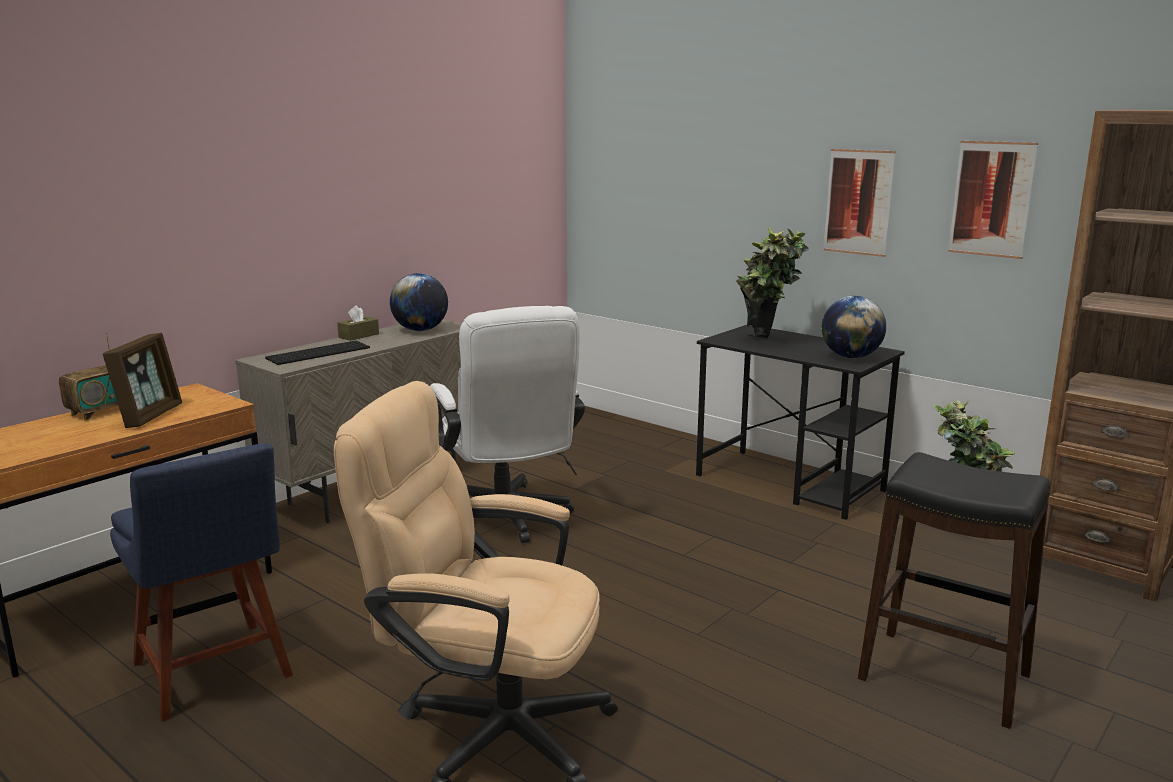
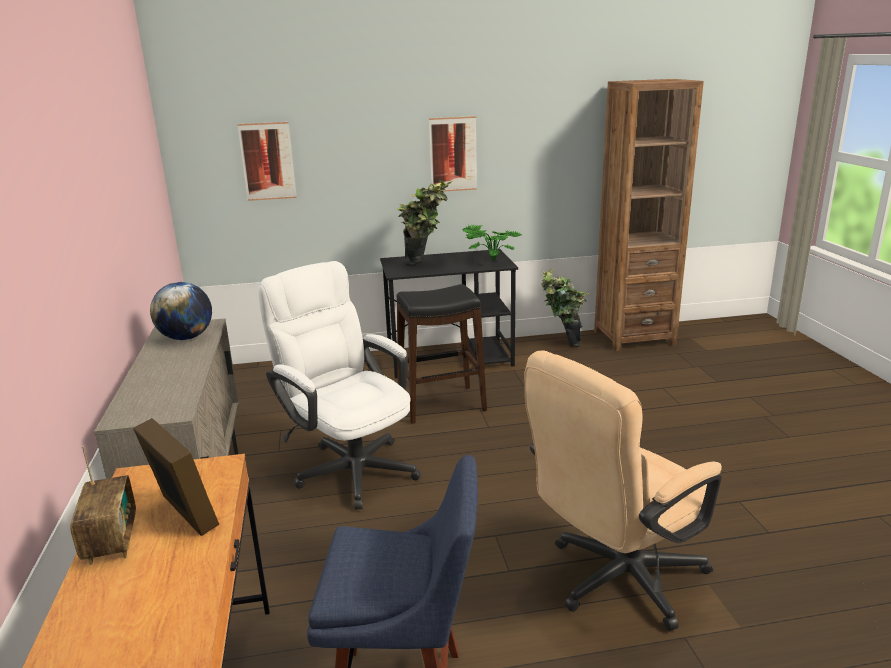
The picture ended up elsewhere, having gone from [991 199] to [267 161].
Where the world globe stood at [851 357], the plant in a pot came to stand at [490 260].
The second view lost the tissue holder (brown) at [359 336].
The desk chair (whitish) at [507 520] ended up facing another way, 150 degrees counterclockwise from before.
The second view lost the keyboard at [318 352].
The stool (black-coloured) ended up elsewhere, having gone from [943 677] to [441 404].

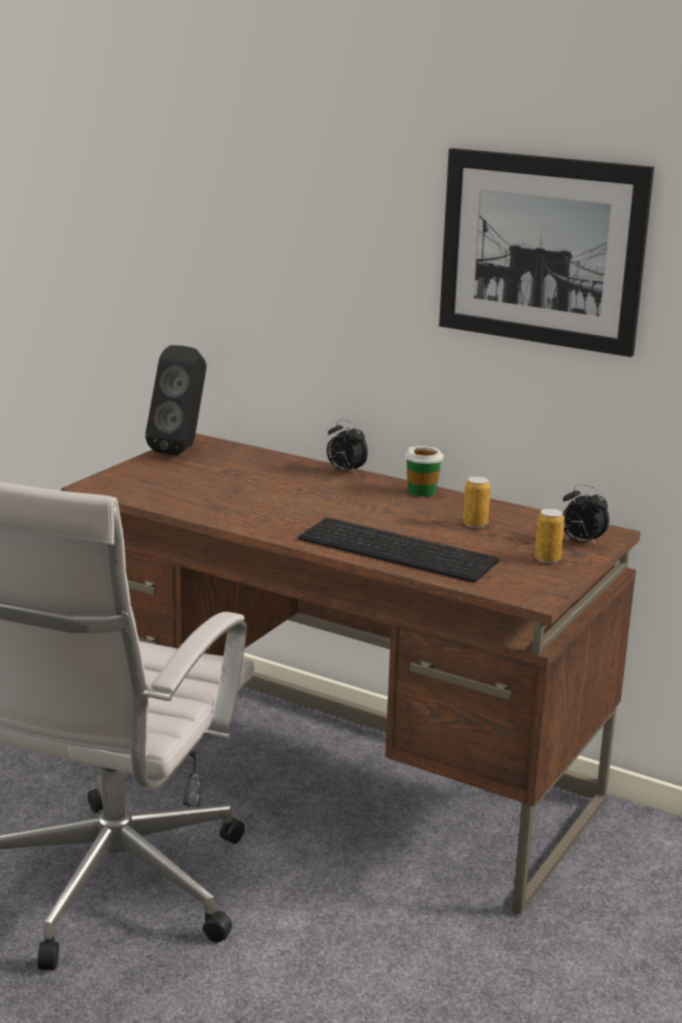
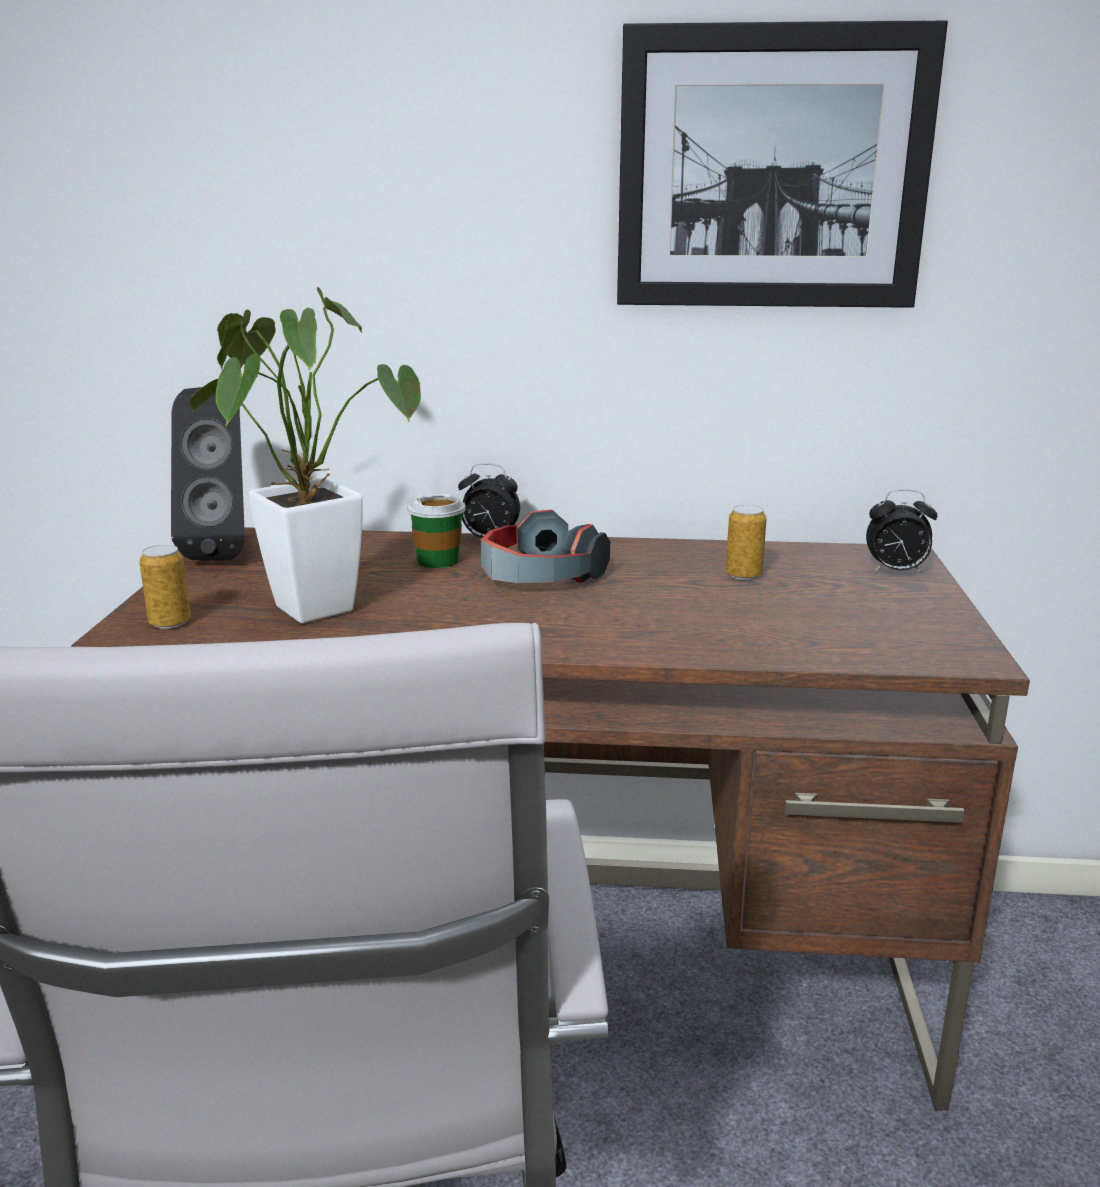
The drinking cup ended up elsewhere, having gone from [422 491] to [438 561].
The sealed can ended up elsewhere, having gone from [547 559] to [170 622].
The second view lost the keyboard at [400 549].
The second view gained the plant in a pot at [307 603].
The second view gained the headphones at [538 576].

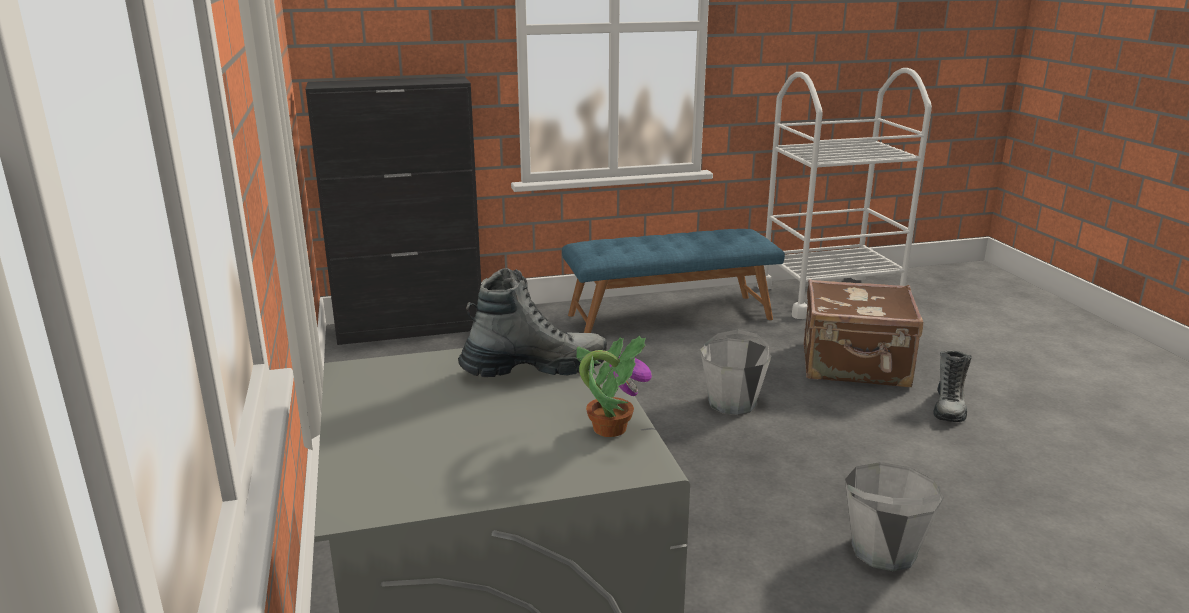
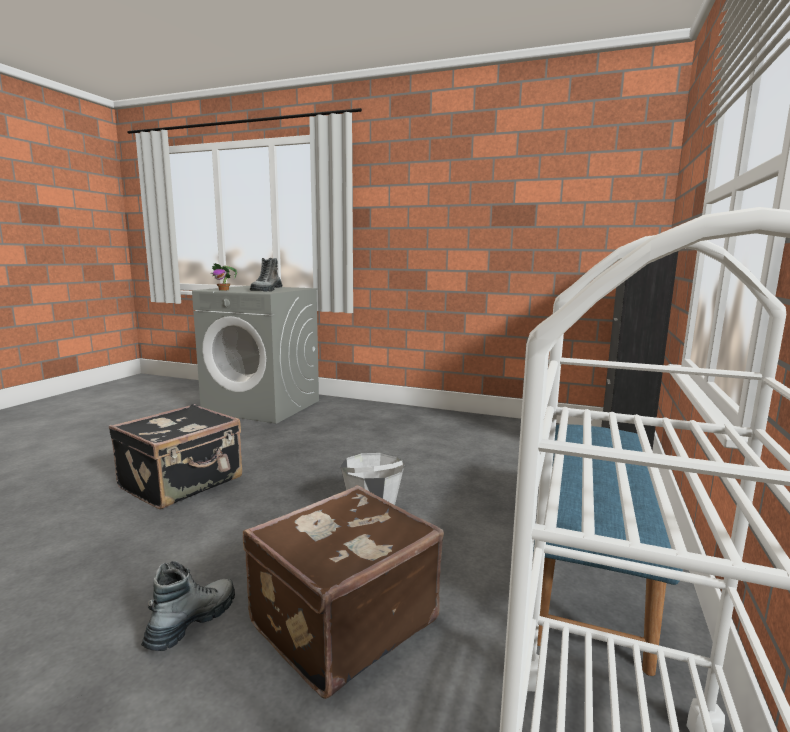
The boot at [949 407] ended up facing another way, 60 degrees clockwise from before.
Where the bucket (gray) stood at [883 551], the suitcase (black-coloured) came to stand at [183 483].

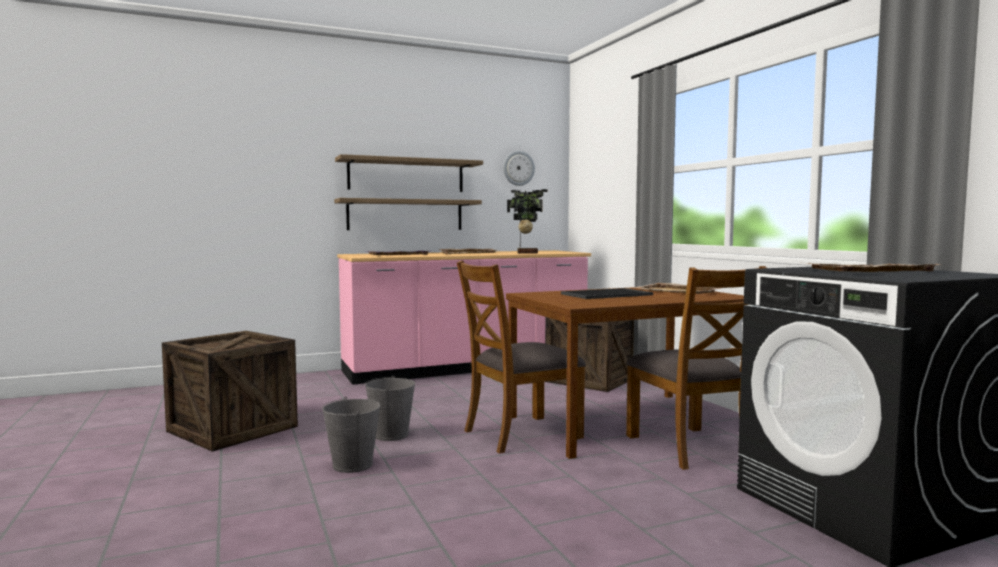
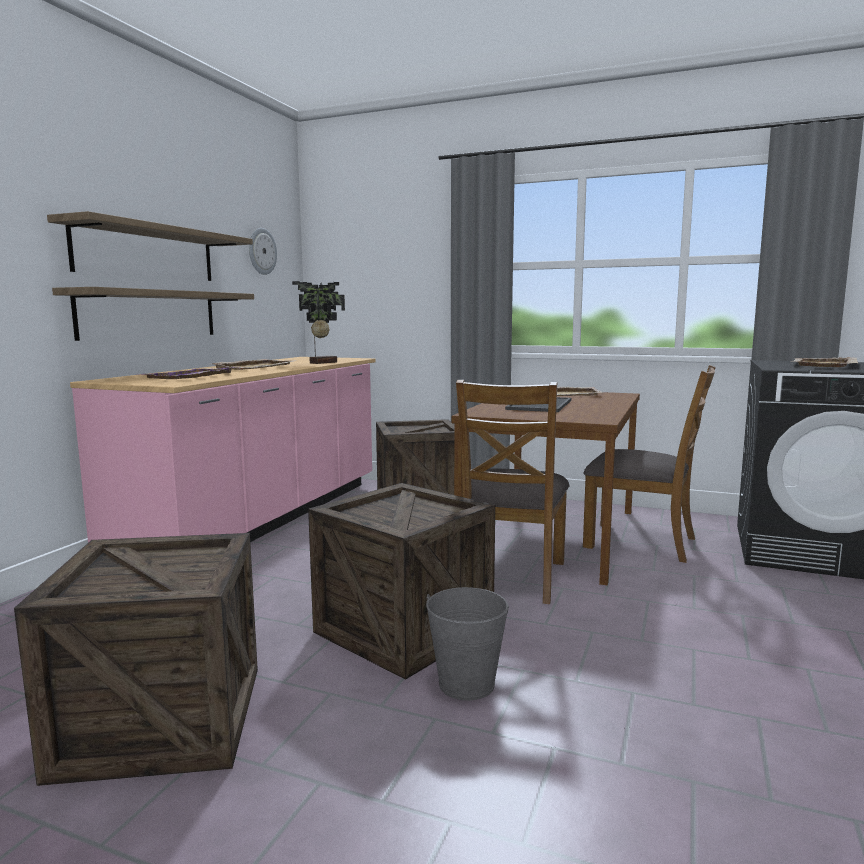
Where the bucket (gray) stood at [391 435], the crate came to stand at [404 629].

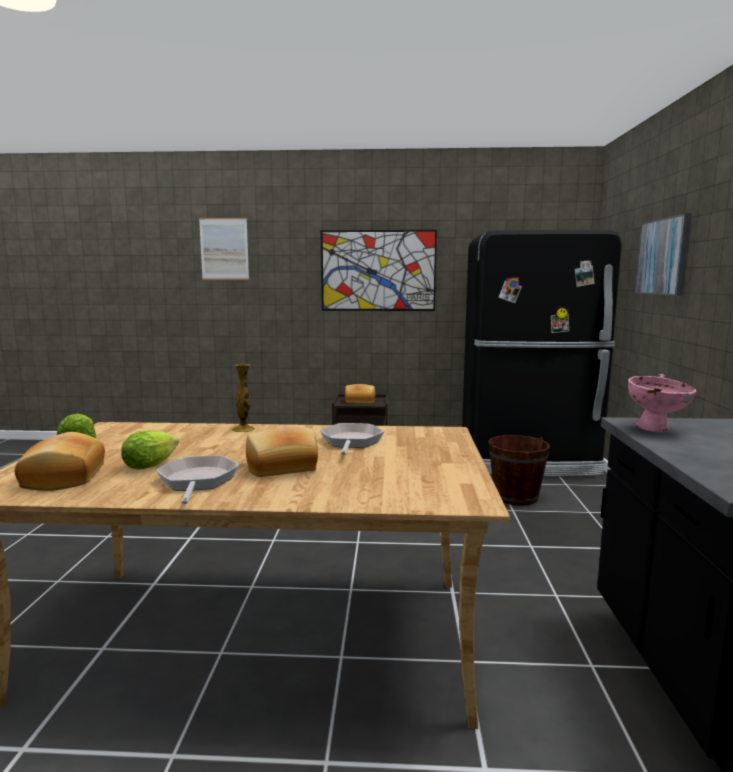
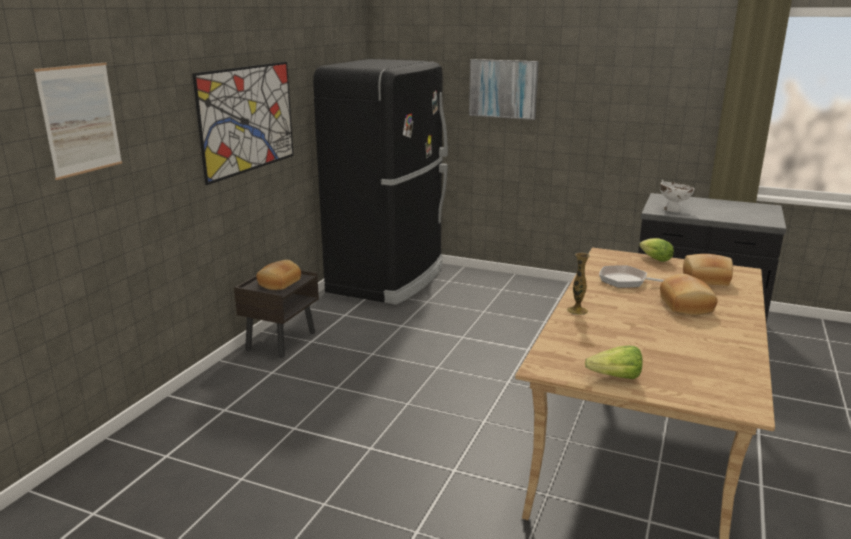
What was the deep dish (pinkish) at [656 429] turned into the deep dish (whitish) at [673 210].
The head of lettuce ended up elsewhere, having gone from [153 465] to [654 259].
The bread ended up elsewhere, having gone from [62 478] to [706 280].
The second view lost the bucket (brown) at [515 497].
The second view lost the skillet at [197 481].

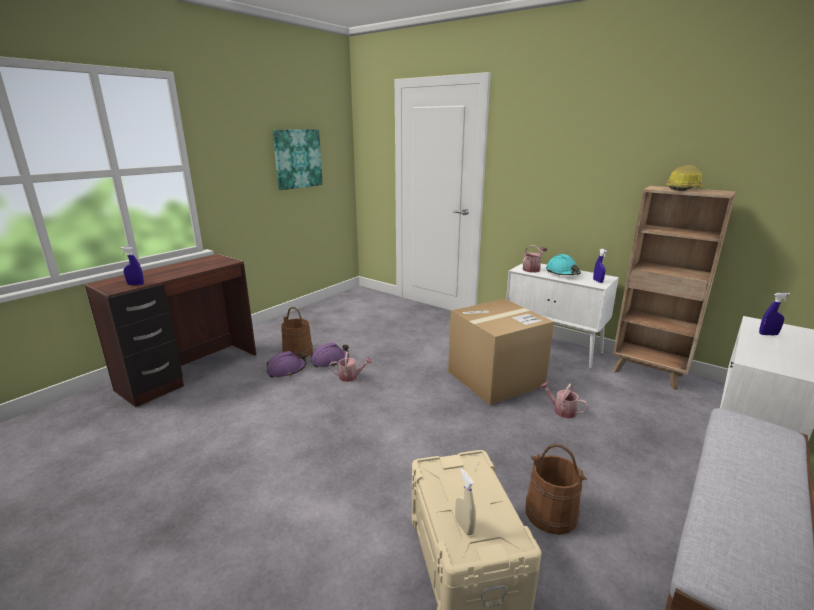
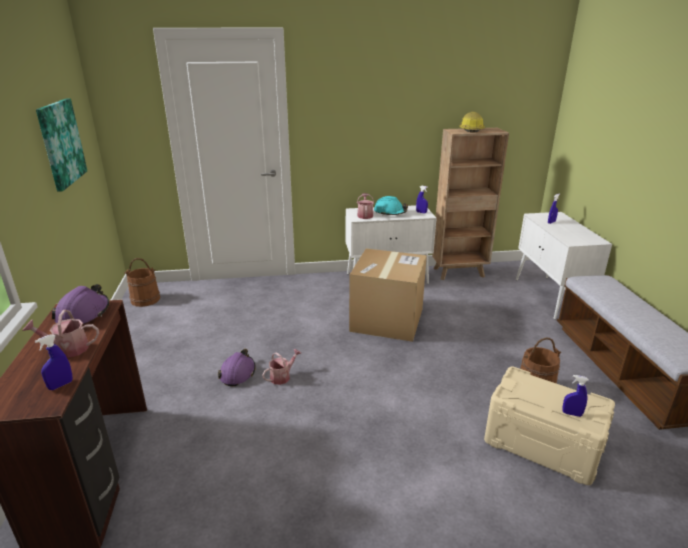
The bucket (brown) ended up elsewhere, having gone from [298 352] to [145 299].
The hard hat (purple) ended up elsewhere, having gone from [286 370] to [83 314].
The watering pot ended up elsewhere, having gone from [561 410] to [67 349].
What was the hand sprayer (beige) at [464 527] turned into the hand sprayer (blue-coloured) at [571 414].

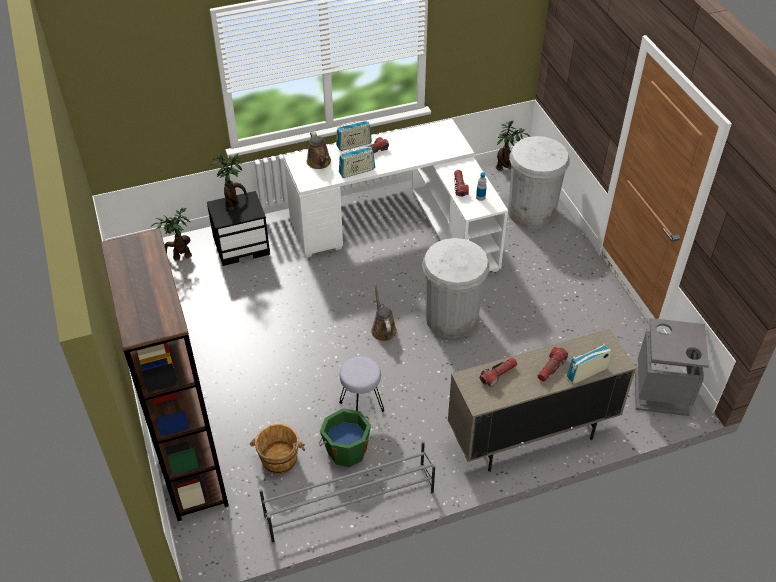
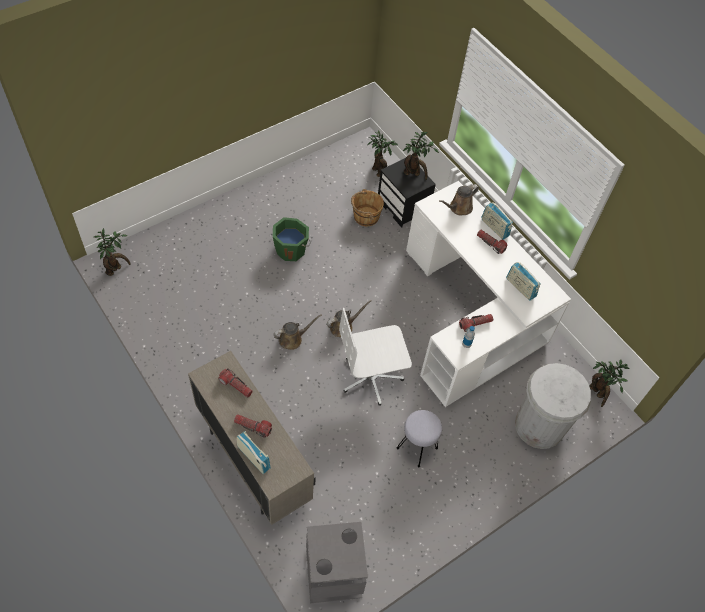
The radio set ended up elsewhere, having gone from [357 171] to [520 287].
The second view lost the shelving unit (brown) at [190 462].
Where the trash can (whitish) stood at [451 318], the desk chair (whitish) came to stand at [371 377].
The stool (gray) ended up elsewhere, having gone from [361 407] to [417 447].
The bucket (green) ended up elsewhere, having gone from [346 450] to [291 249].
The bucket (brown) ended up elsewhere, having gone from [279 460] to [365 216].
The second view lost the shoe stand (gray) at [348 504].
The second view gained the plant in a pot at [116 269].
The second view gained the watering pot (brown) at [293 339].

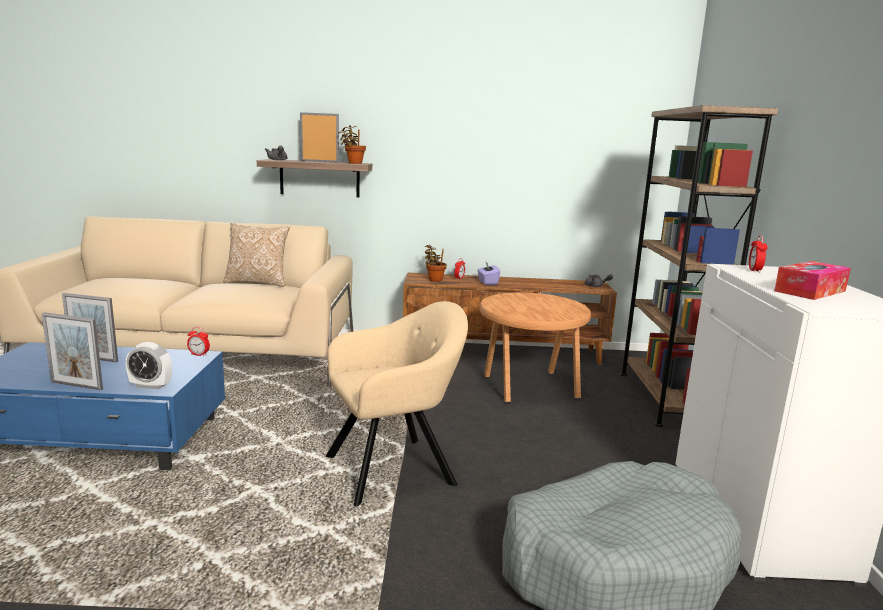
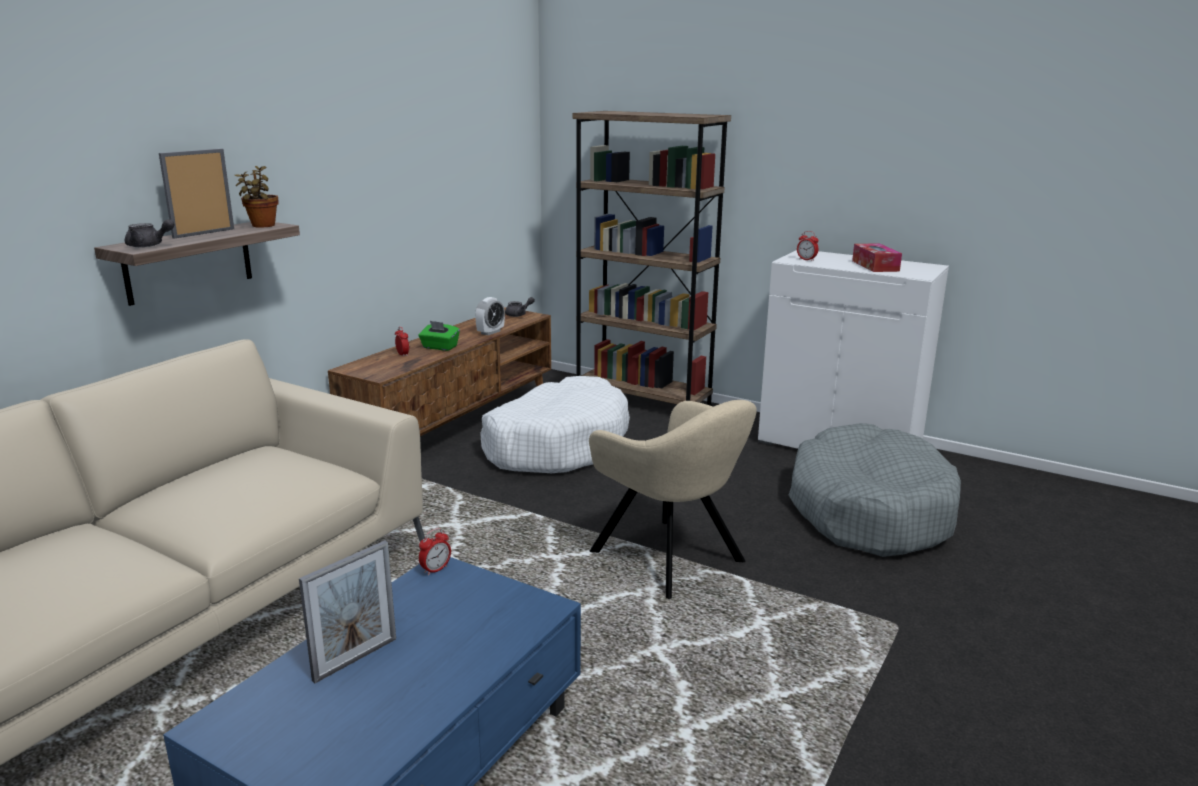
The second view lost the pillow at [258 282].
The second view lost the plant in a pot at [434 280].
What was the tissue holder (purple) at [487 282] turned into the tissue holder (green) at [439 347].
Where the end table (brown) stood at [528 386], the dog cushion (whitish) came to stand at [556 445].
The easy chair (beige) at [395 469] ended up facing another way, 135 degrees clockwise from before.
The second view lost the photo frame at [76 385].
The bedside clock ended up elsewhere, having gone from [150 386] to [490 332].

